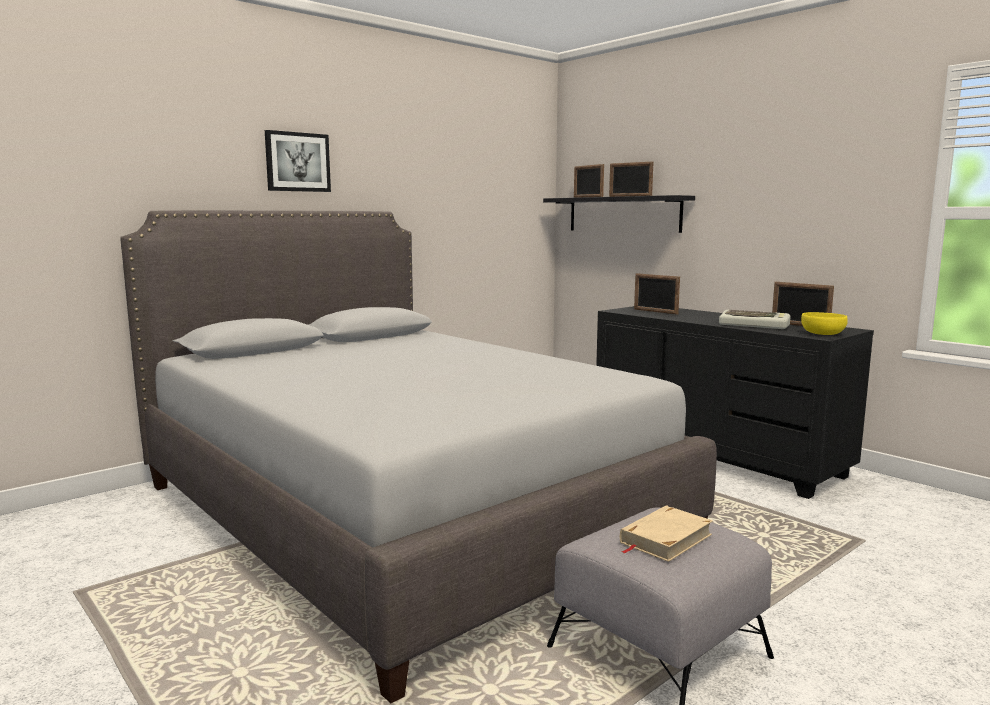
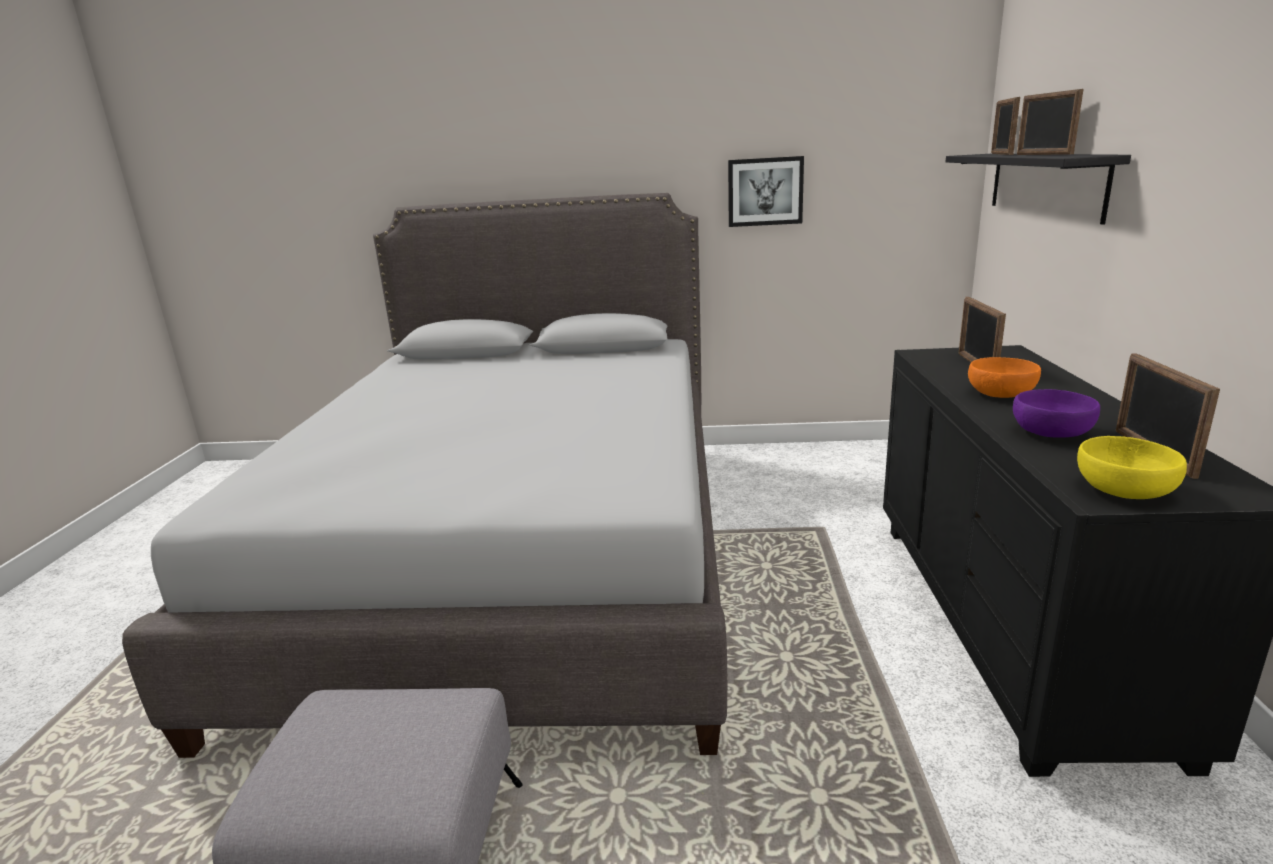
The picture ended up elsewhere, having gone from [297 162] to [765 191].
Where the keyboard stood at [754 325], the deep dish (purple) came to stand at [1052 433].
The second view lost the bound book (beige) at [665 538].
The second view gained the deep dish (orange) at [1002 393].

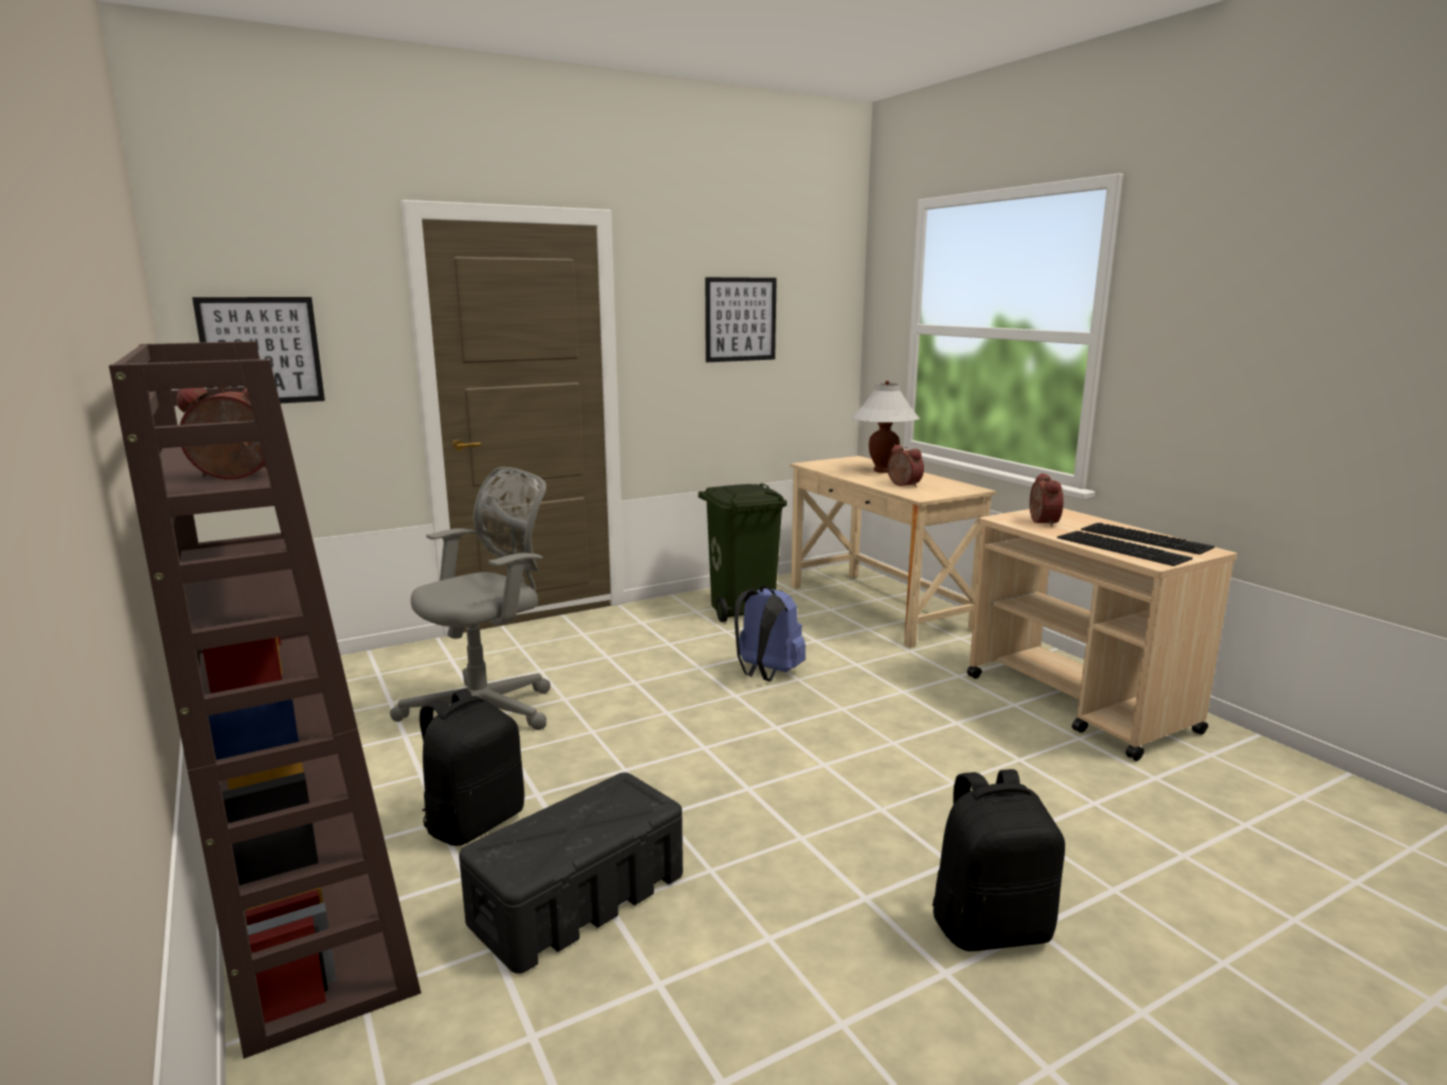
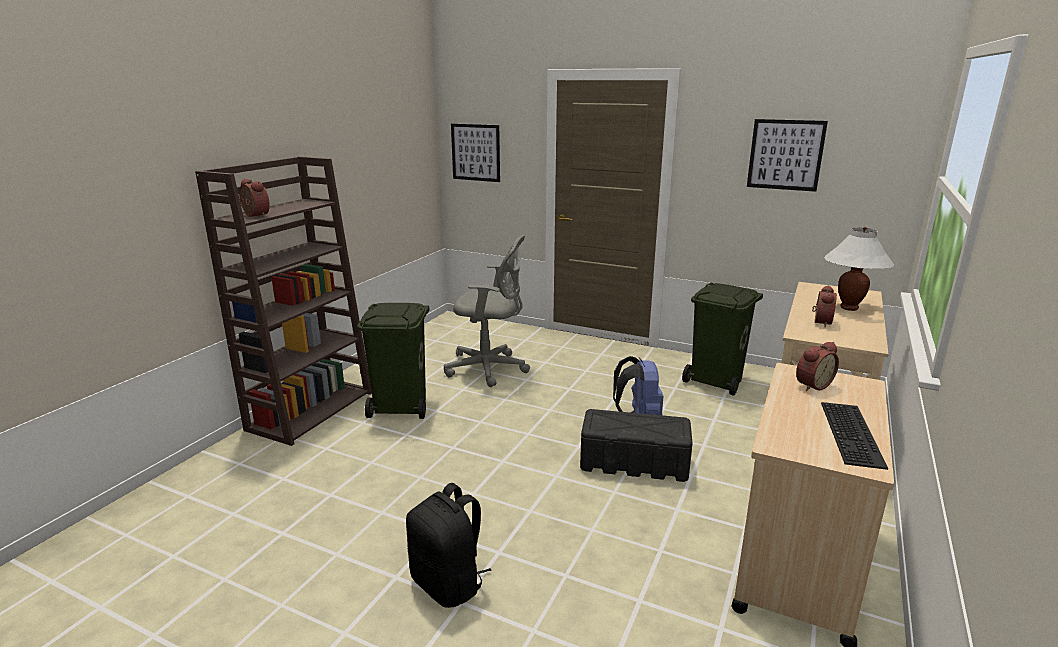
The second view lost the keyboard at [1124 548].
Where the rucksack (black-coloured) stood at [475 821], the trash can (green) came to stand at [402 407].
The storage bin (black-coloured) ended up elsewhere, having gone from [580 898] to [635 463].

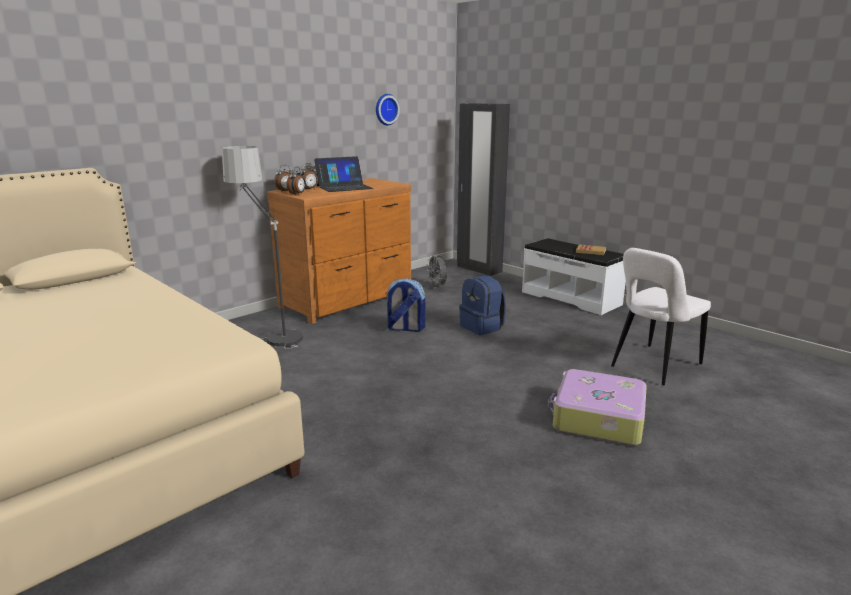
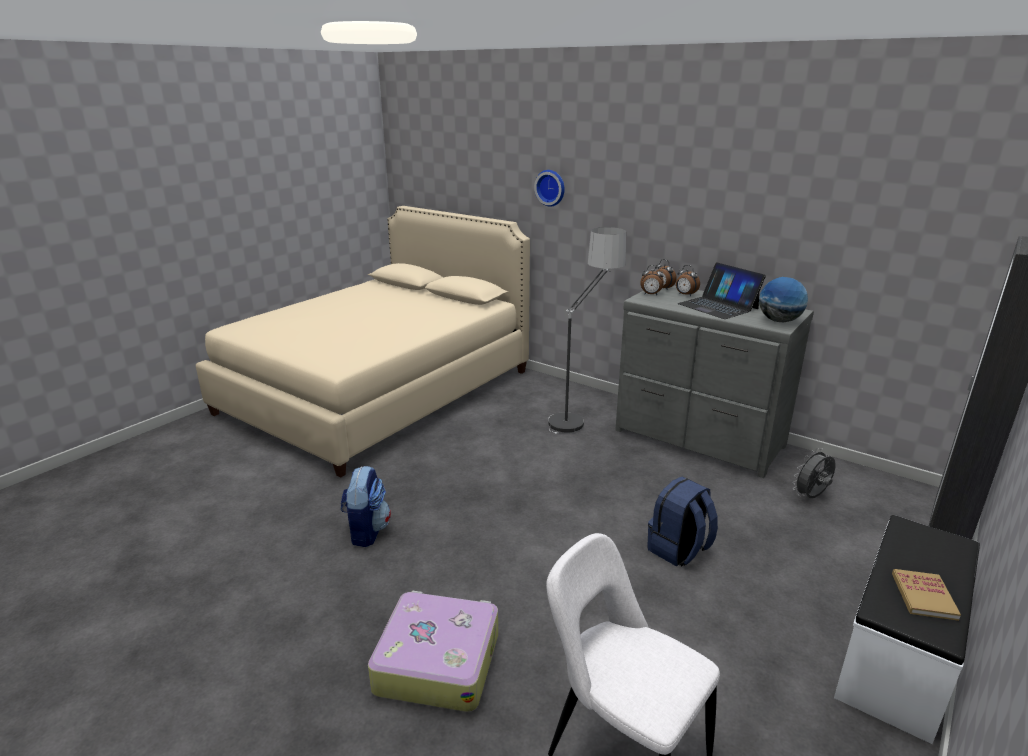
The clock on the wall ended up elsewhere, having gone from [385 109] to [551 187].
What was the drawer chest (brown) at [348 300] turned into the drawer chest (gray) at [698 439].
The rucksack ended up elsewhere, having gone from [405 328] to [366 531].
The second view gained the world globe at [779 321].

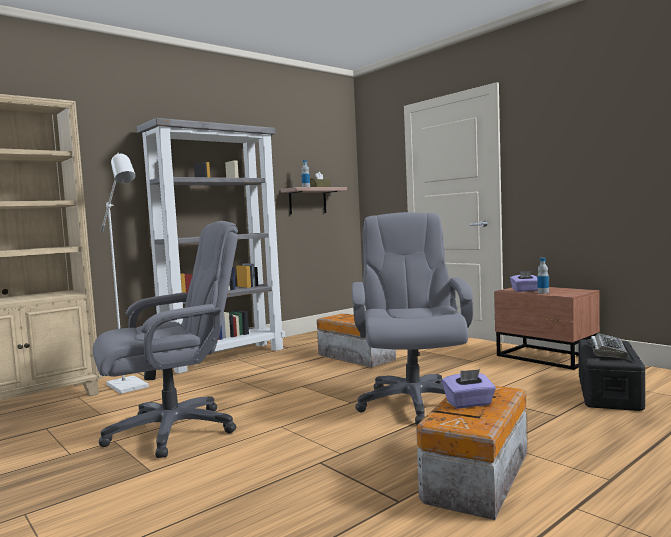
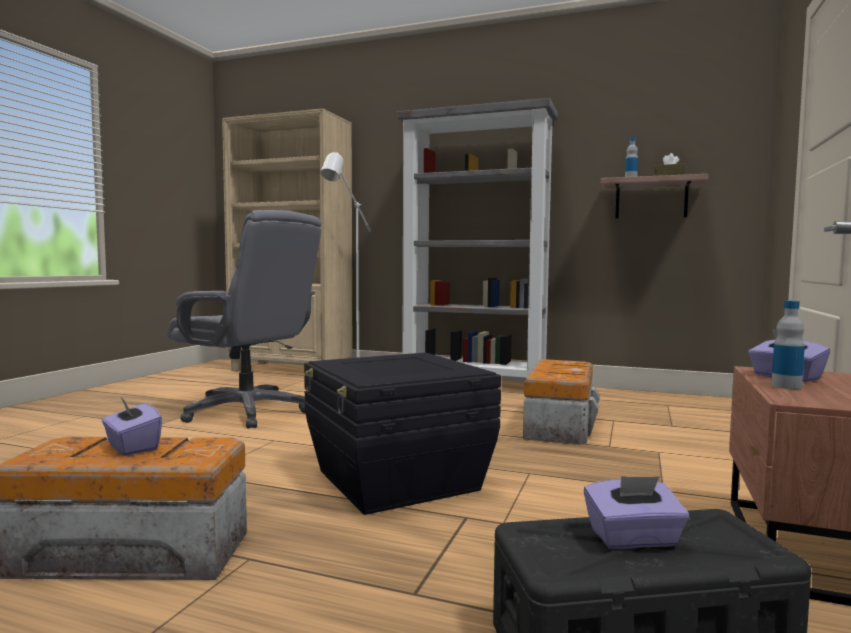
Where the desk chair (gray) stood at [413 402], the storage bin (black-coloured) came to stand at [396 481].
Where the keyboard stood at [607 351], the tissue holder (purple) came to stand at [633 539].

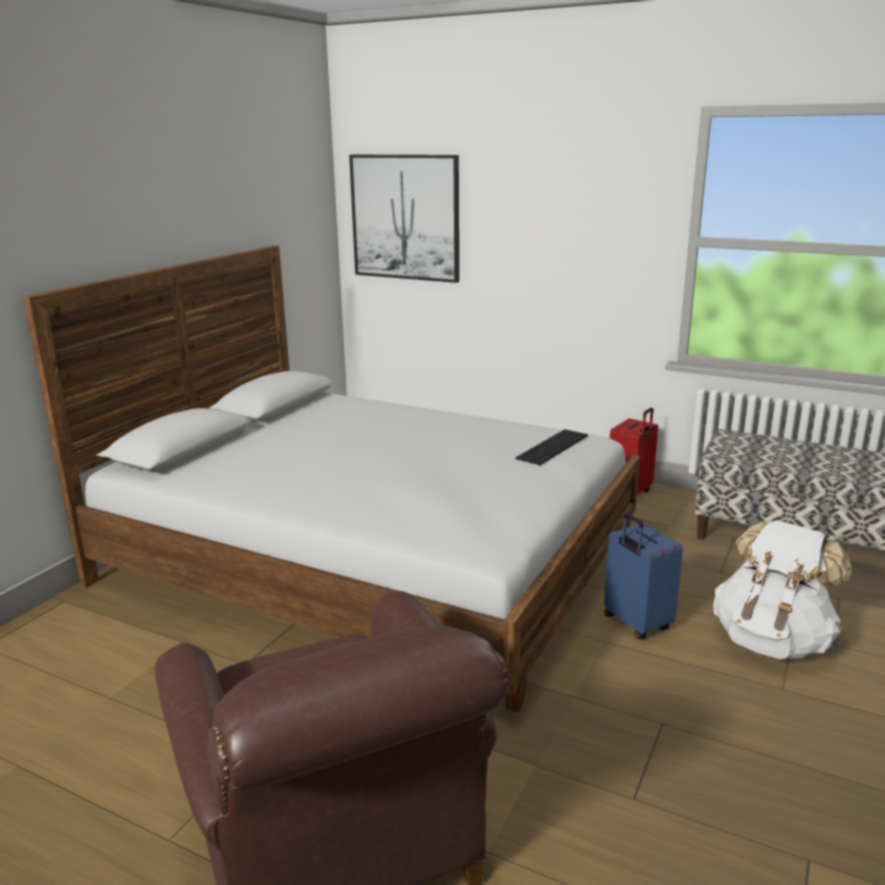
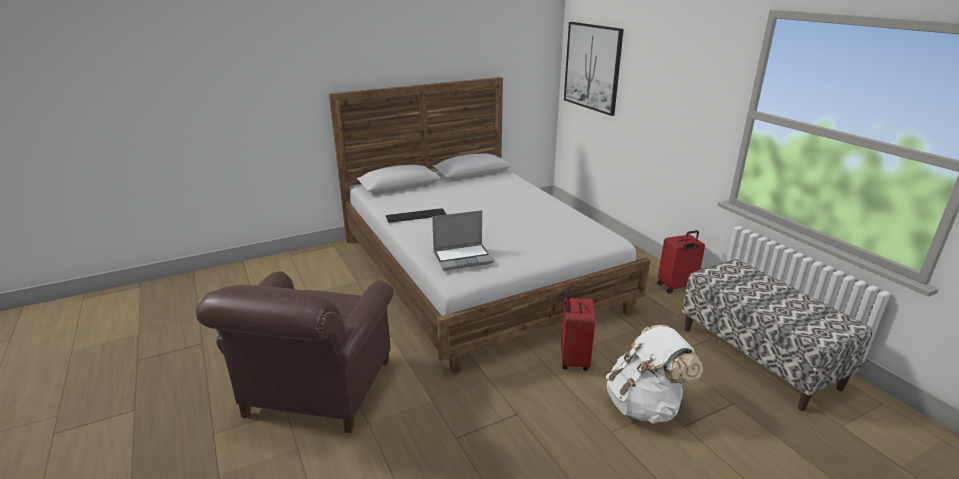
The keyboard ended up elsewhere, having gone from [552 447] to [416 215].
What was the suitcase (blue-coloured) at [635 623] turned into the suitcase (red) at [573 360].
The second view gained the laptop at [463 257].

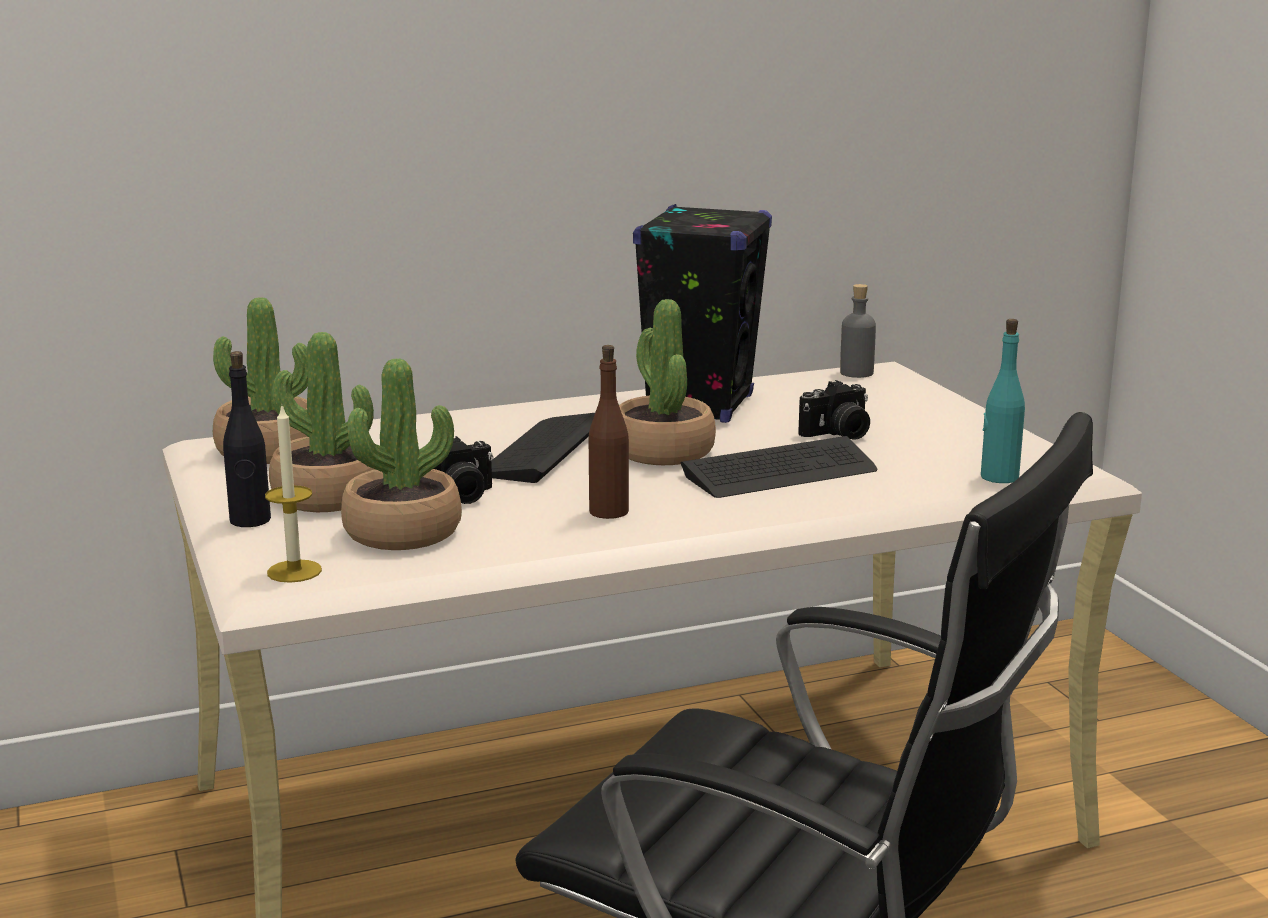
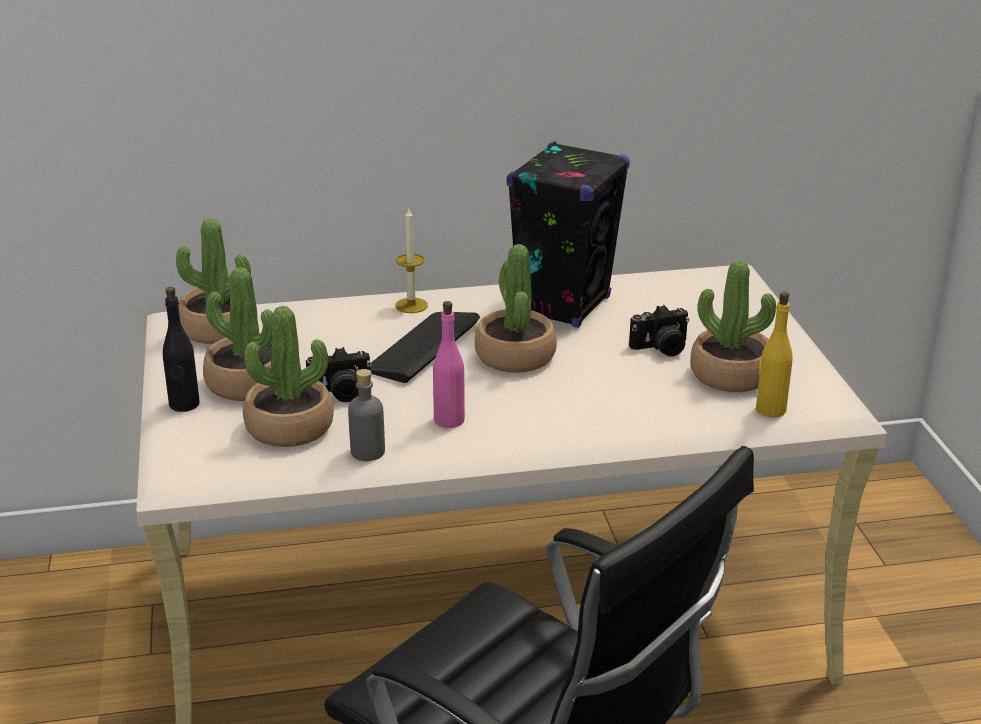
The drink bottle (gray) ended up elsewhere, having gone from [856 373] to [367 452].
What was the drink bottle (turquoise) at [998 477] turned into the drink bottle (yellow-coloured) at [770 409].
What was the drink bottle (brown) at [609 511] turned into the drink bottle (pinkish) at [449 420].
The wax light ended up elsewhere, having gone from [294 571] to [411 305].
The second view lost the keyboard at [780 472].
The second view gained the plant in a pot at [731 375].

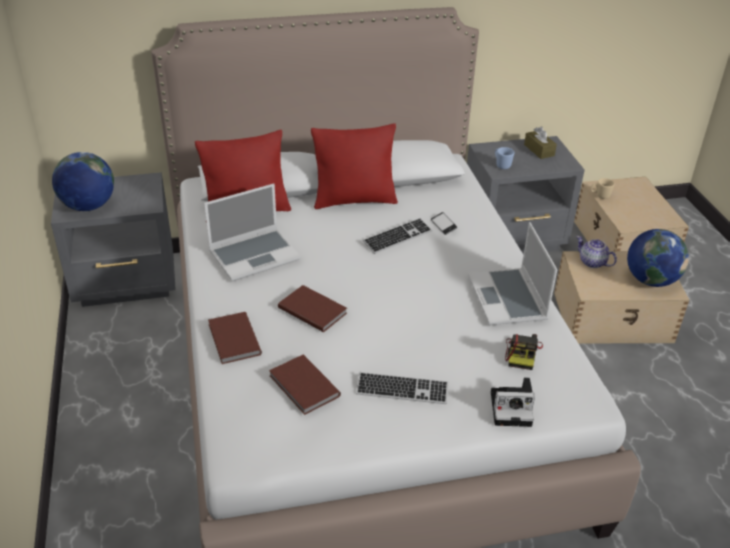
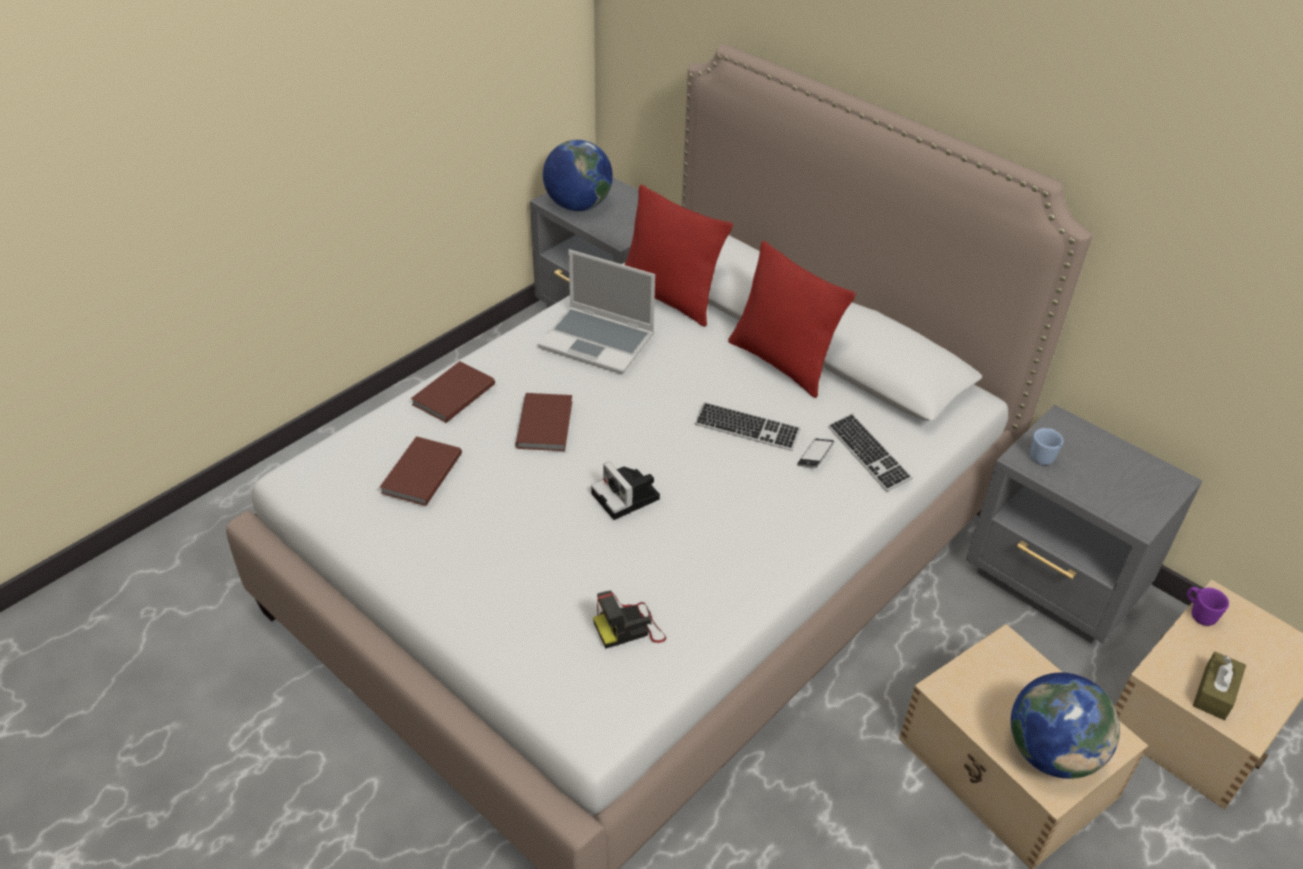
The tissue holder (brown) ended up elsewhere, having gone from [539 150] to [1215 692].
What was the tea mug (beige) at [600 196] turned into the tea mug (purple) at [1199 614].
The second view lost the laptop at [508 299].
The second view lost the tea pot at [592 262].
The keyboard ended up elsewhere, having gone from [402 390] to [868 454].
The photo camera ended up elsewhere, having gone from [512 408] to [627 497].

